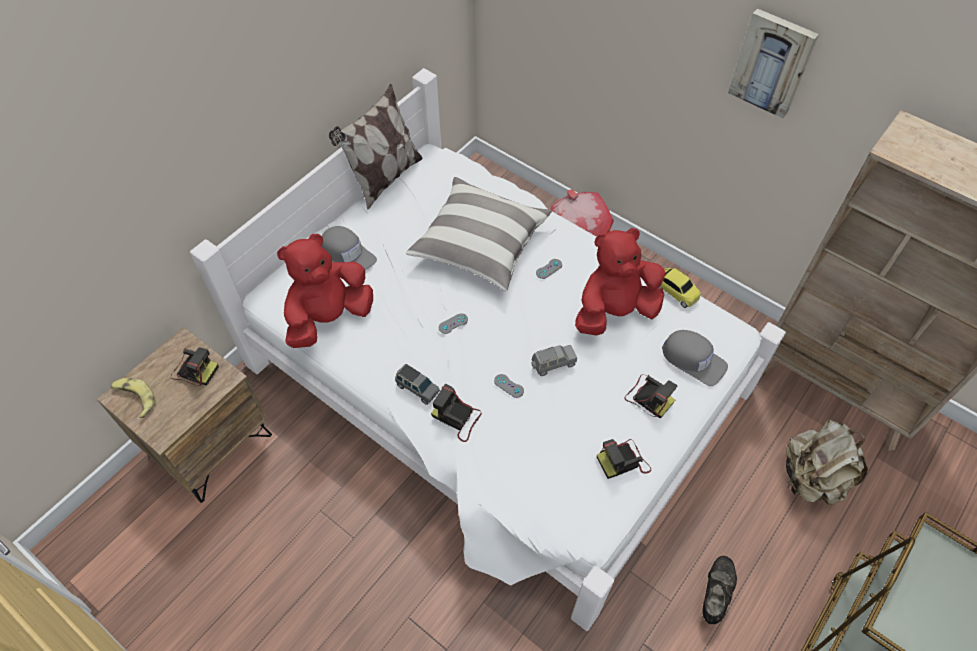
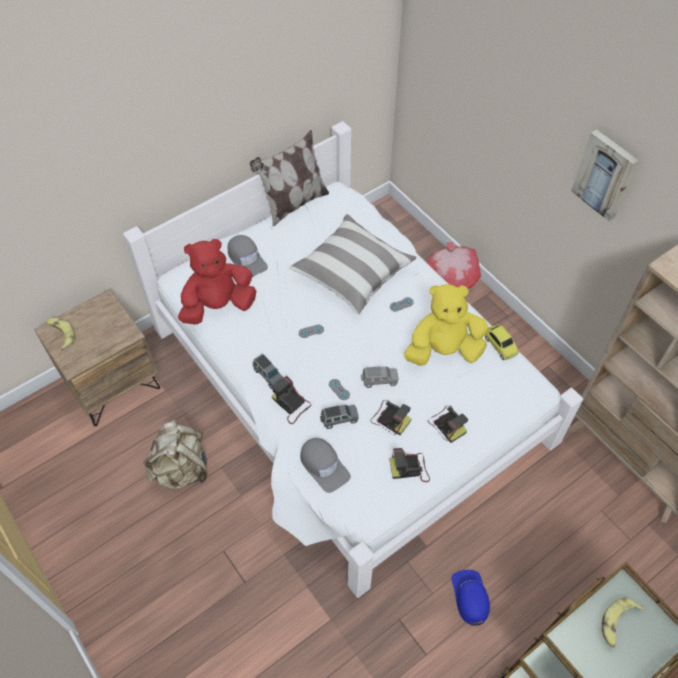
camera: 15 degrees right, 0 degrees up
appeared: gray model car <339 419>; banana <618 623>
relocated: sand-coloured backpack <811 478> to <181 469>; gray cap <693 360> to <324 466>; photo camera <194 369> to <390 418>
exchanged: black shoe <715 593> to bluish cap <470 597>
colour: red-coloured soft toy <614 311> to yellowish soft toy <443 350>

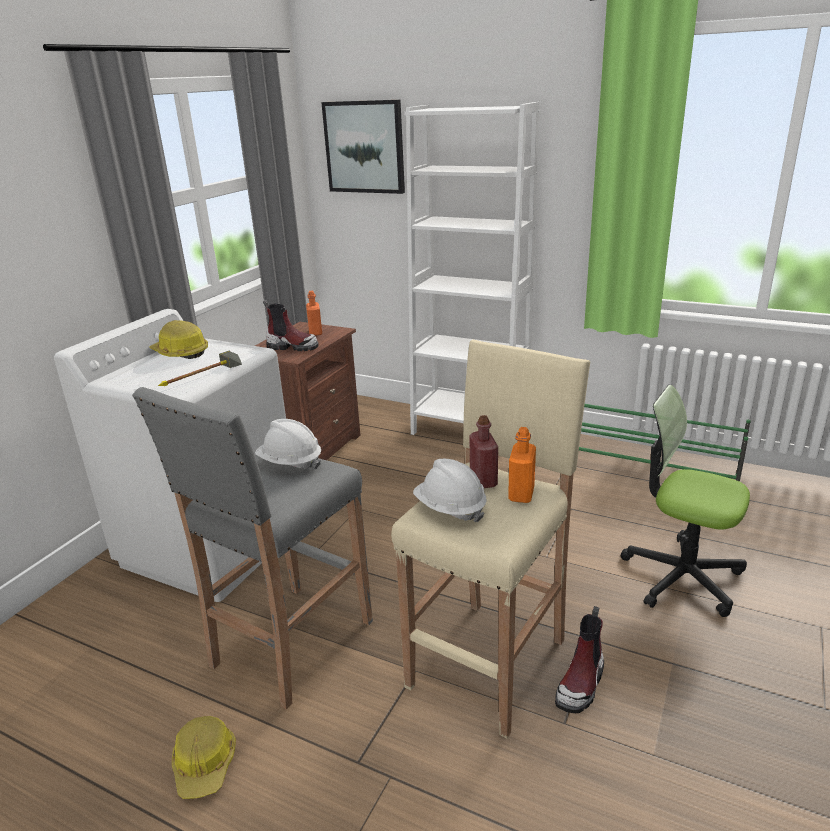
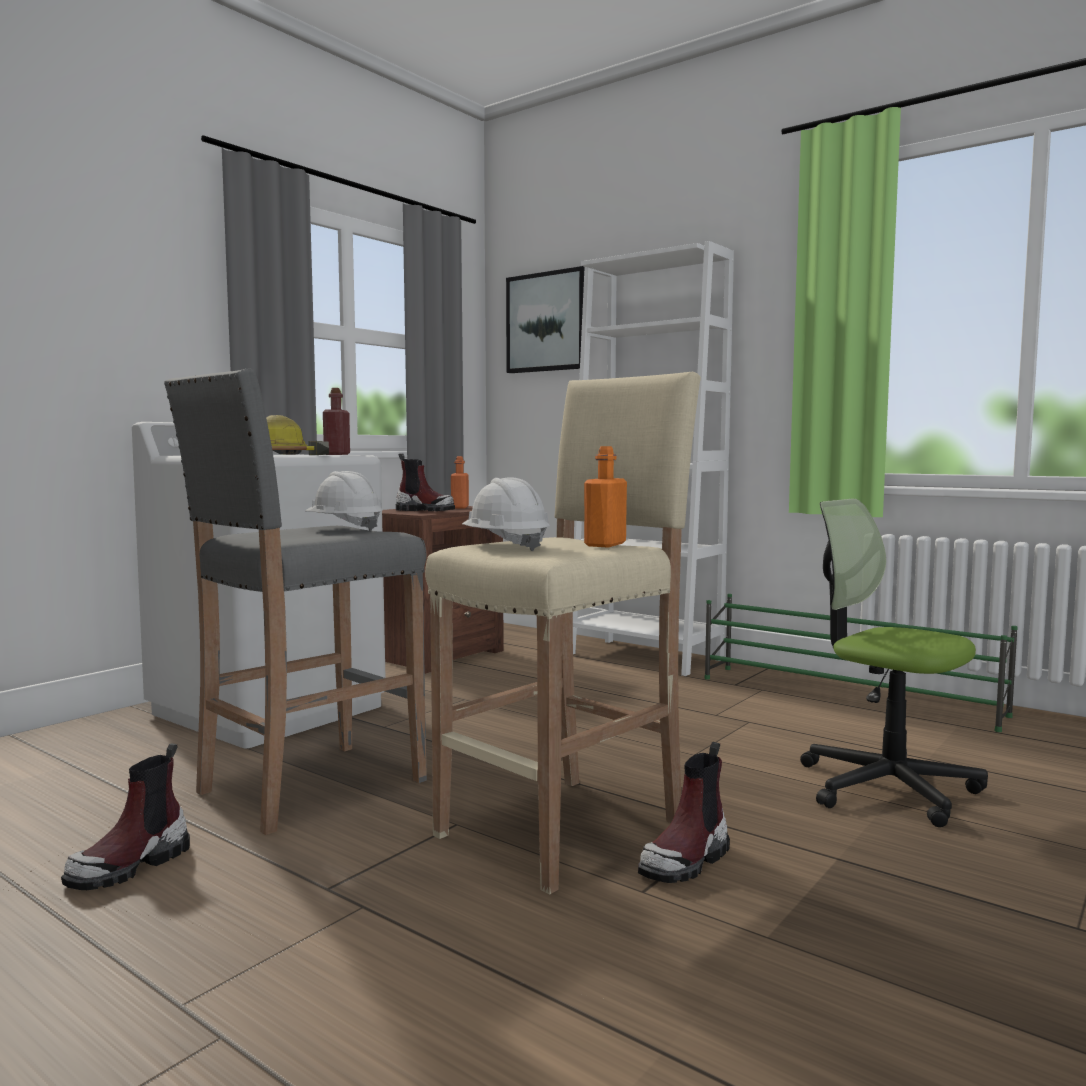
camera: 10 degrees right, 20 degrees down
relocated: red-coloured beverage bottle <483 480> to <337 454>
exchanged: safety helmet <205 764> to tall boot <131 865>

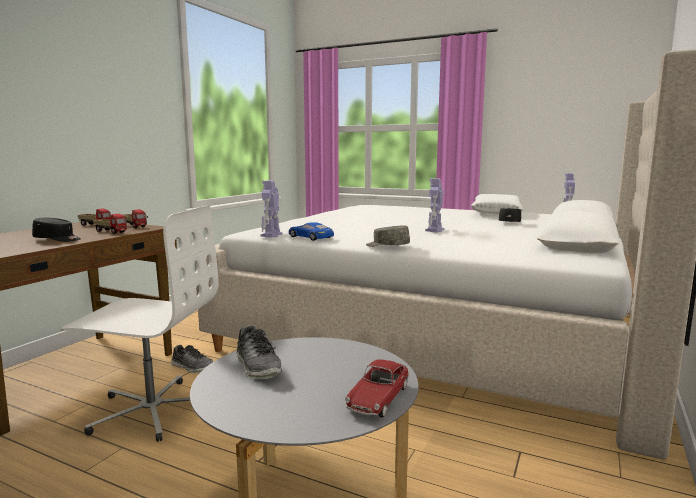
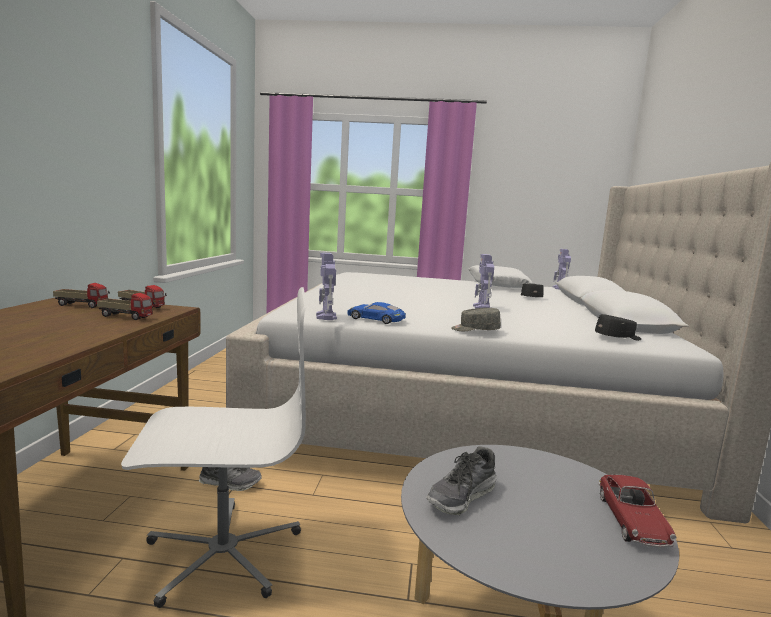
camera: 20 degrees left, 0 degrees up
relocated: black cap <57 239> to <618 338>
spun: shoe <258 367> = <462 496> 90 degrees clockwise

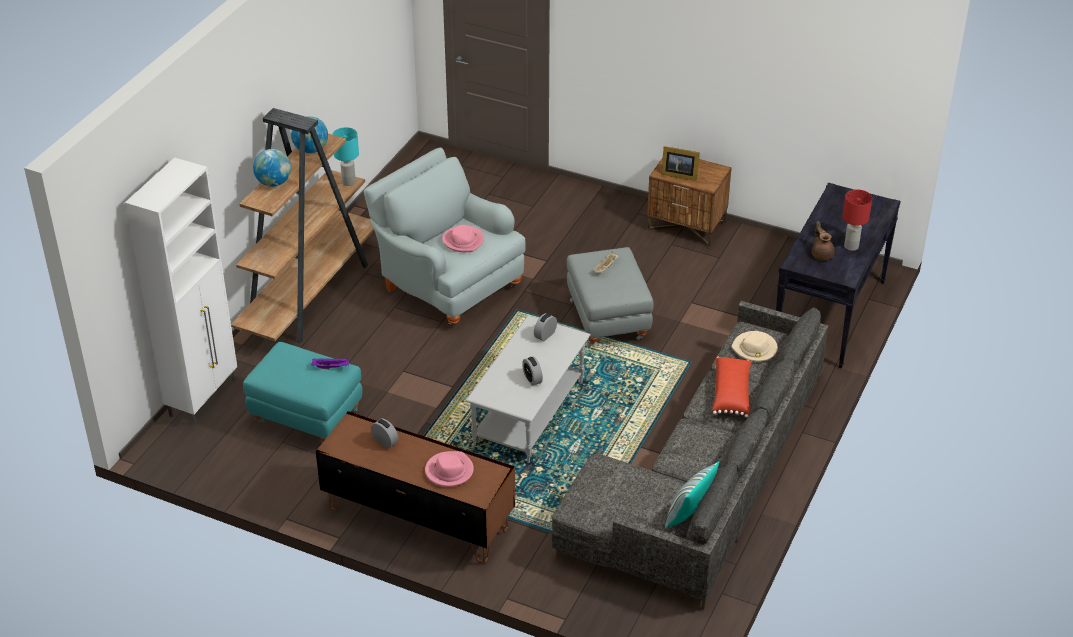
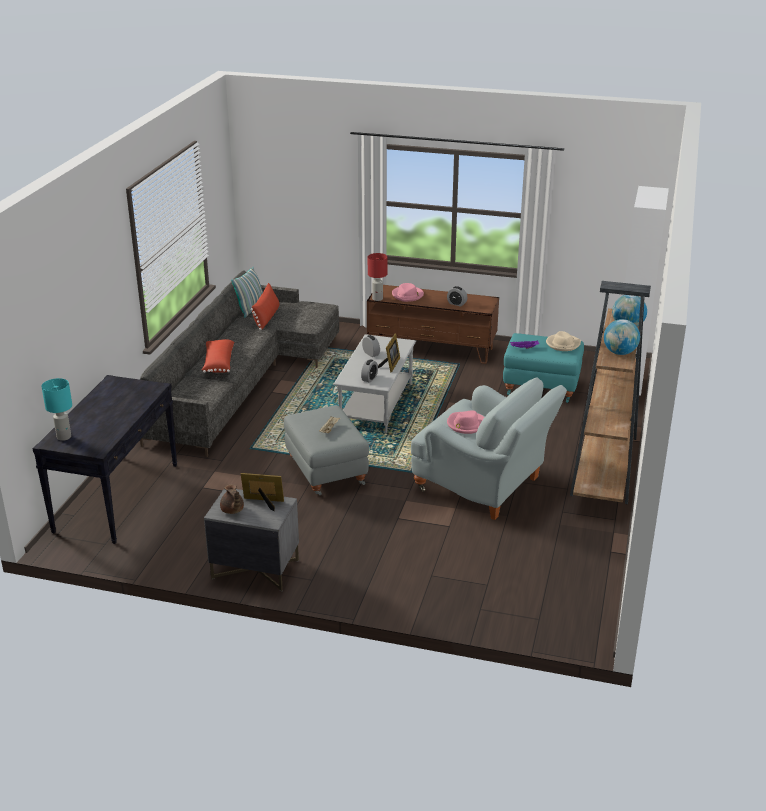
camera: 170 degrees right, 10 degrees down
appeared: red-coloured throw pillow <266 317>; picture frame <390 365>
relocated: turquoise-coloured table lamp <348 182> to <64 437>; brown-coloured pot for tea <822 254> to <232 510>; red-coloured table lamp <851 246> to <377 299>; sand-coloured clothing hat <754 349> to <563 344>
colour: brown-coloured bedside table <687 227> to gray bedside table <254 569>

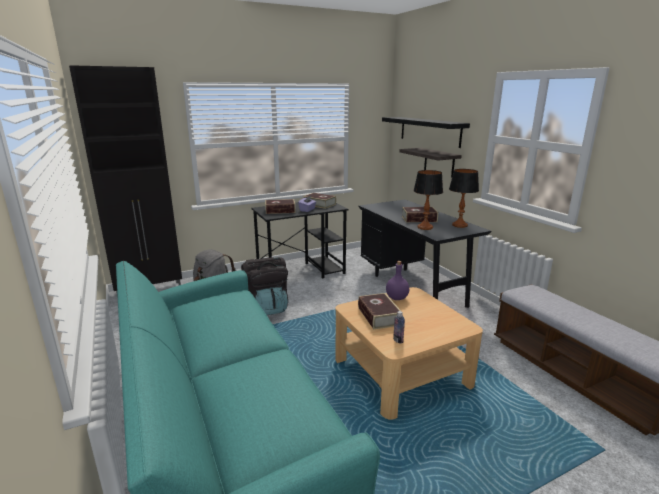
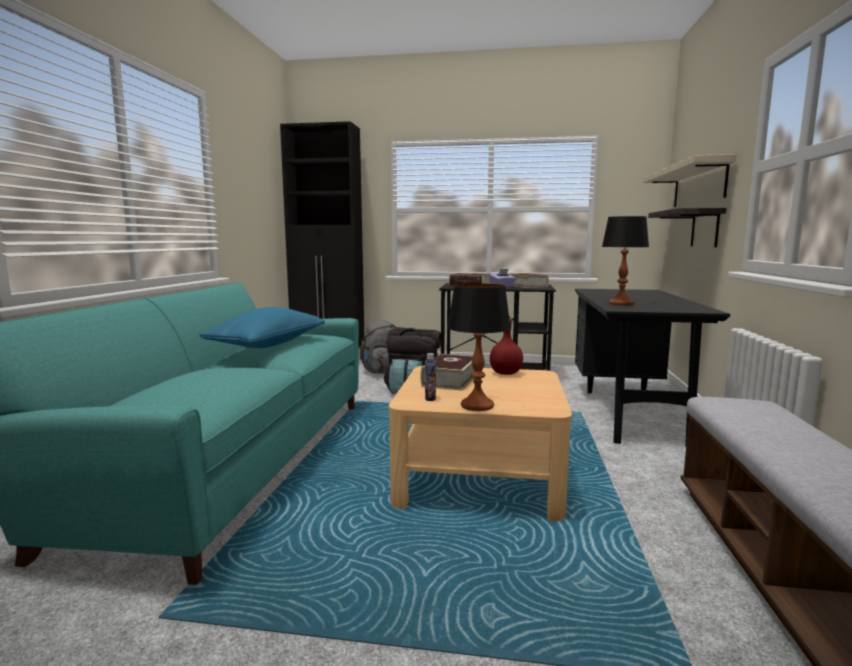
camera: 35 degrees right, 10 degrees down
missing: bound book <419 219>
appeared: bluish throw pillow <267 345>
relocated: table lamp <459 225> to <476 405>
colour: purplish beverage bottle <397 298> to red-coloured beverage bottle <505 373>; black bracket shelf <429 131> to sand-coloured bracket shelf <698 185>

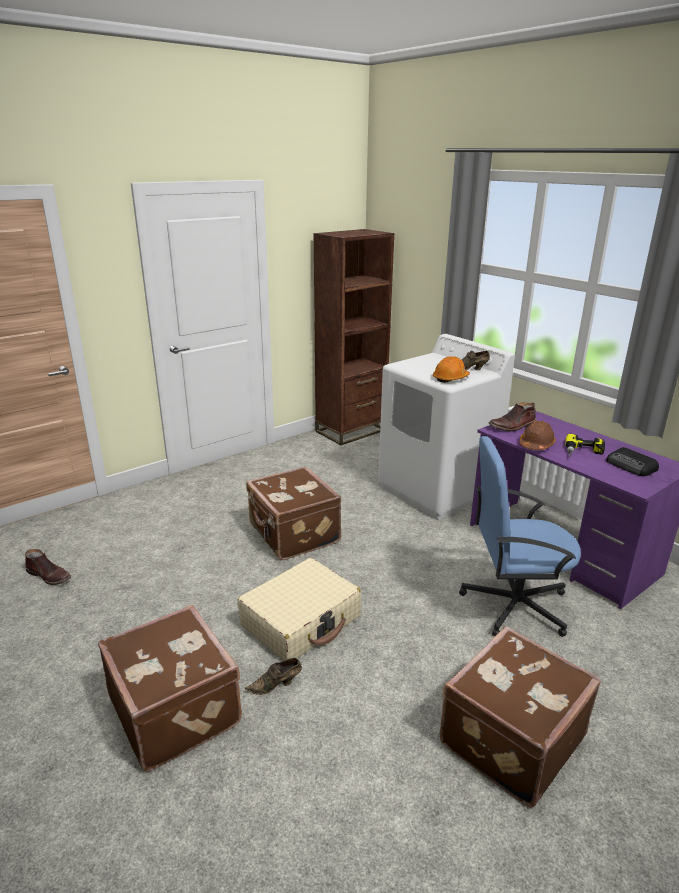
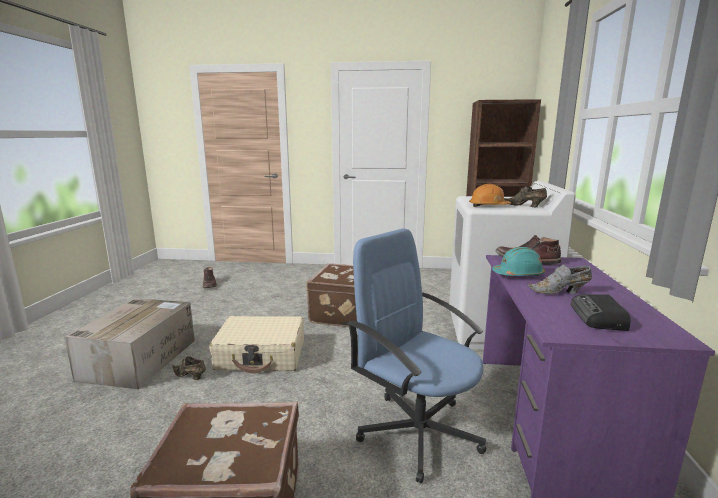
camera: 45 degrees right, 10 degrees down
exchanged: brown-coloured suitcase <177 709> to packing box <140 358>; electric drill <583 452> to gray shoe <560 292>
colour: brown-coloured safety helmet <536 445> to turquoise-coloured safety helmet <518 275>

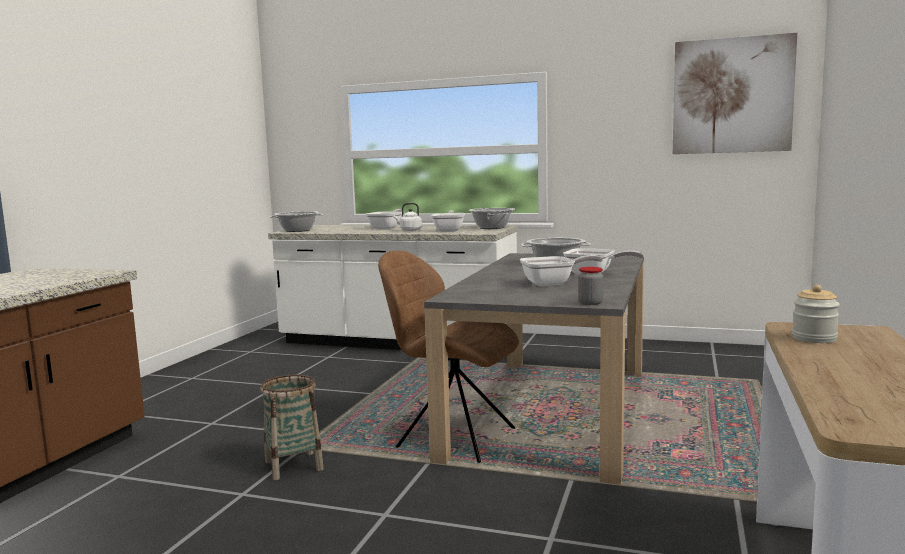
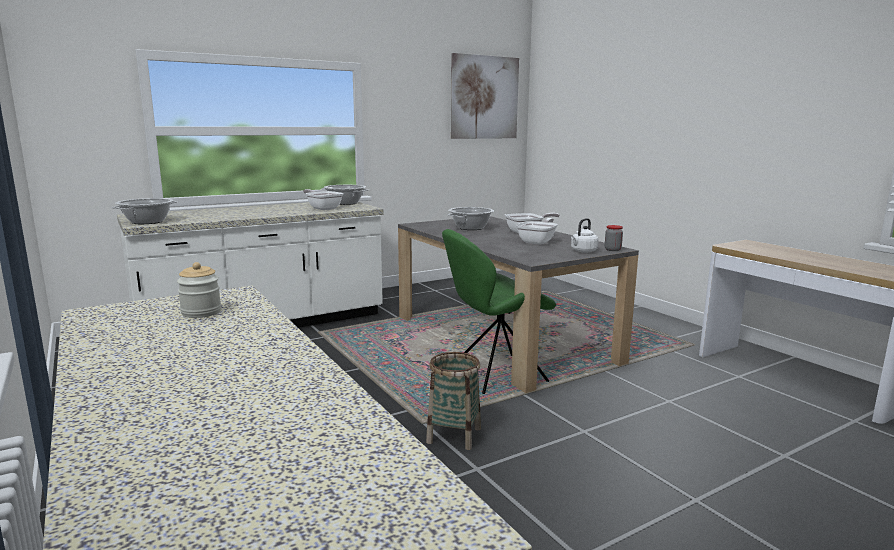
camera: 50 degrees left, 5 degrees up
missing: pan <387 228>
relocated: storage jar <814 338> to <201 312>; whitish tea kettle <409 230> to <583 251>
colour: brown-coloured upright chair <452 437> to green upright chair <495 374>

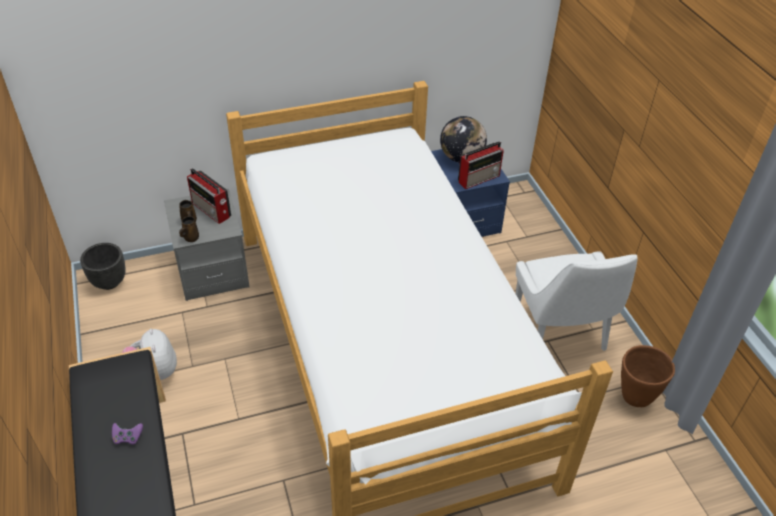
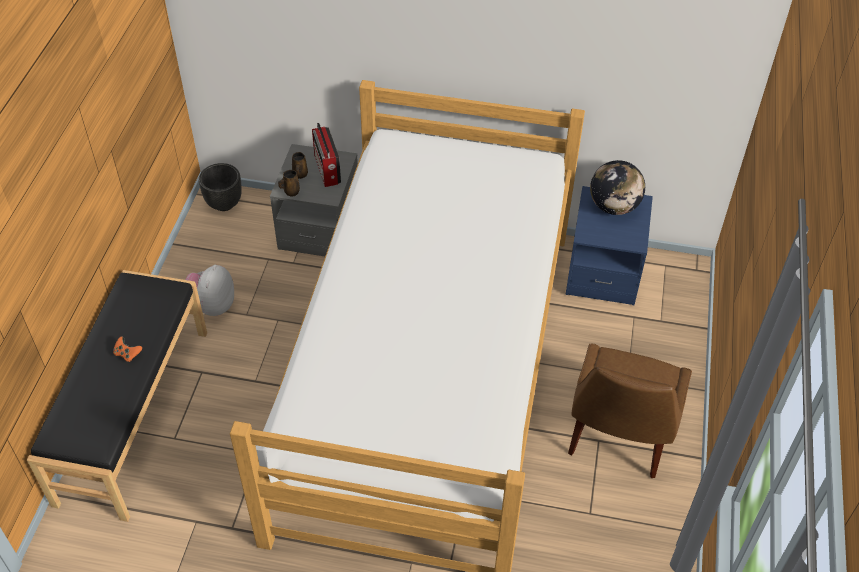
camera: 30 degrees right, 5 degrees up
missing: radio receiver <479 178>; brown-coloured planter <635 396>
colour: purplish game controller <128 438> to orange-coloured game controller <127 354>; whitish upright chair <560 333> to brown-coloured upright chair <618 438>

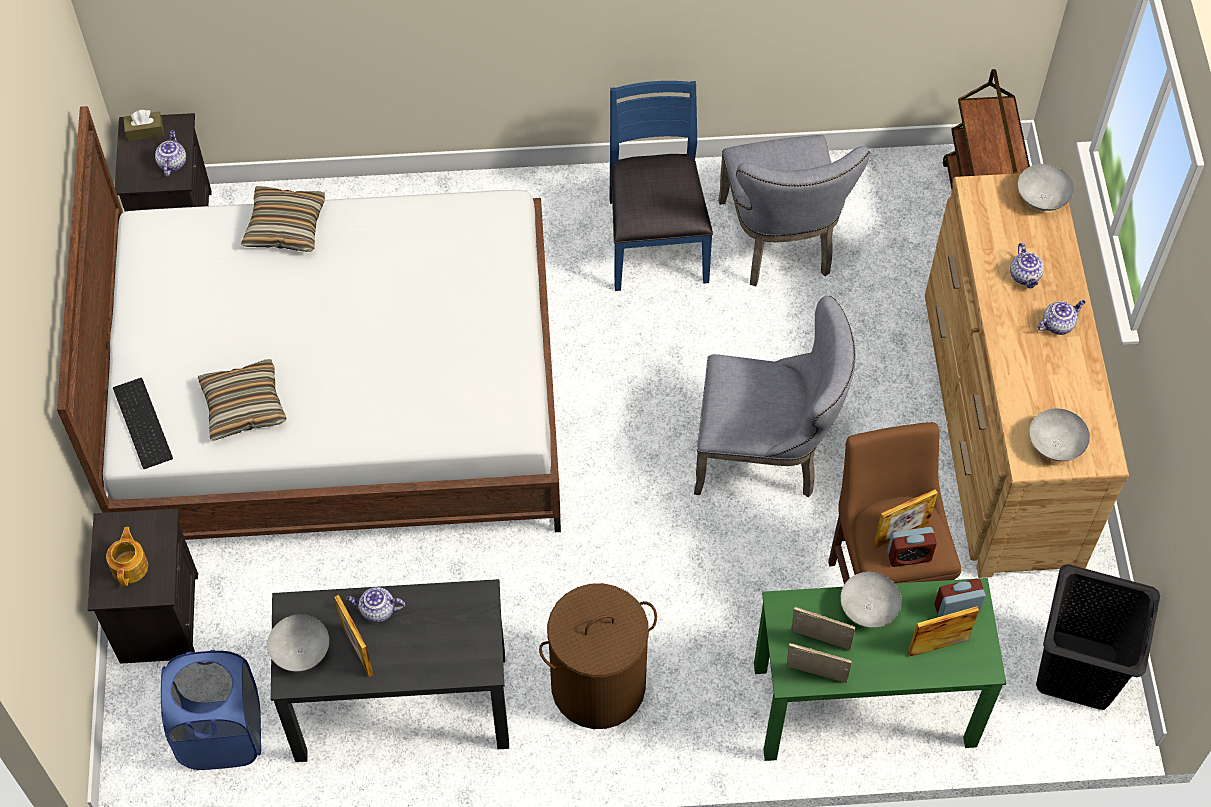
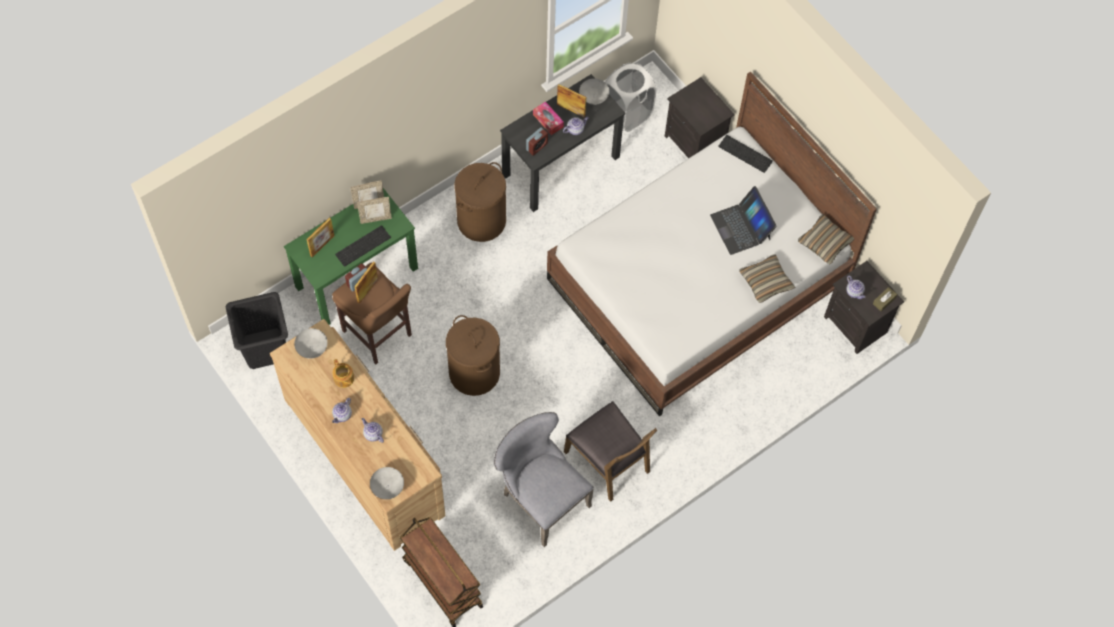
camera: 145 degrees right, 5 degrees up
appeared: tissue box <548 121>; laptop <741 227>
relocated: pot for tea <130 566> to <344 379>; alarm clock <956 609> to <536 147>; throw pillow <244 406> to <824 242>
exchanged: gray bowl <867 609> to keyboard <363 245>; gray upright chair <766 454> to brown-coloured laundry basket <474 372>
colour: bluish upright chair <655 240> to brown-coloured upright chair <608 461>; bluish laundry basket <222 734> to whitish laundry basket <627 114>

